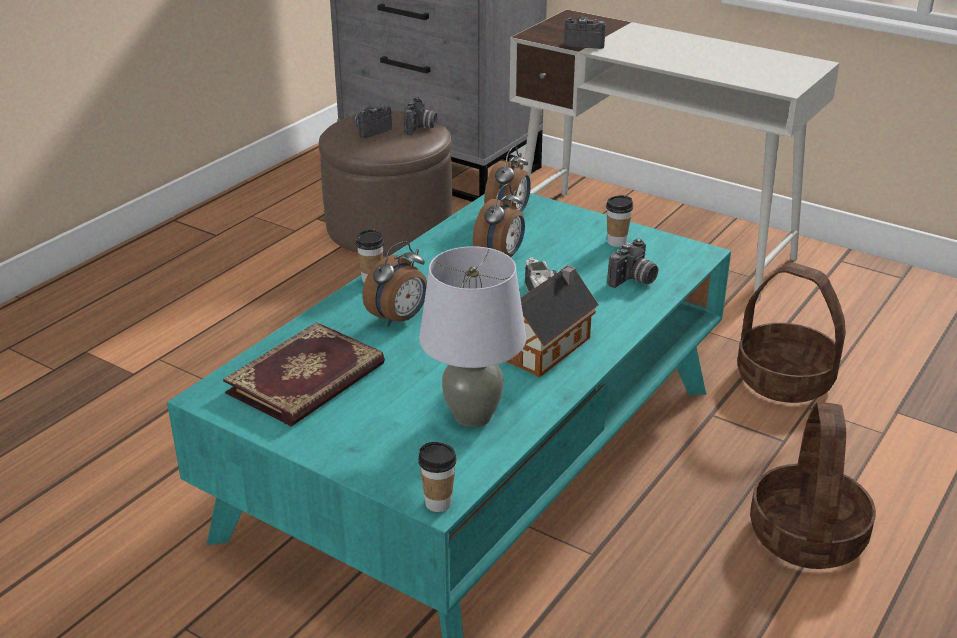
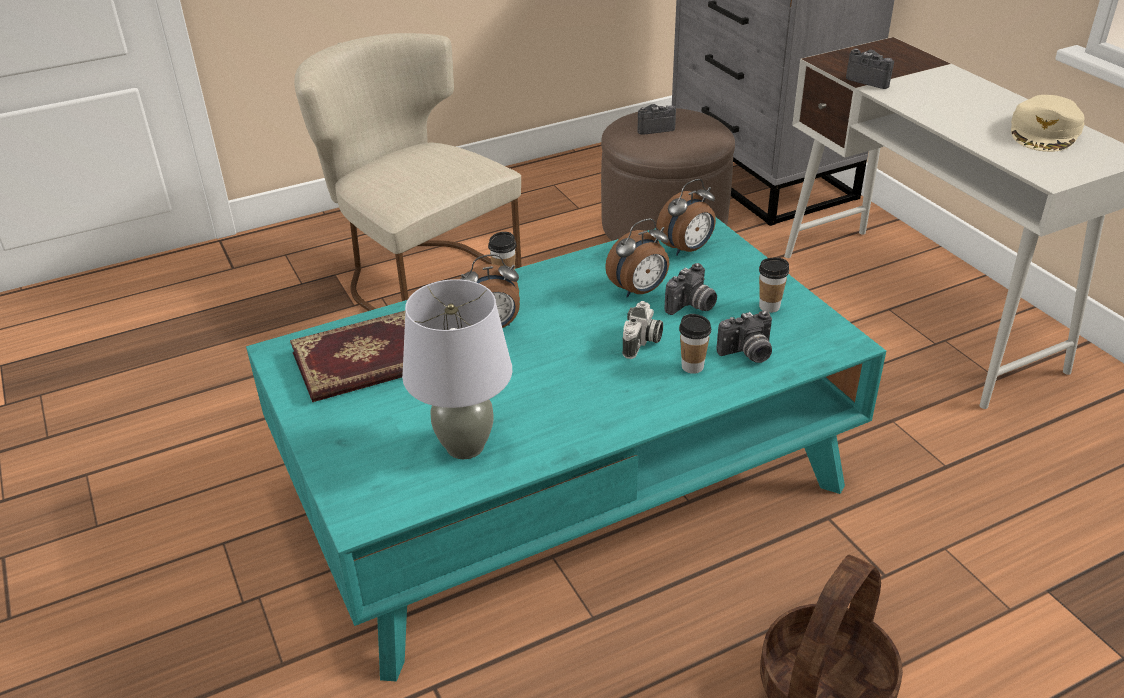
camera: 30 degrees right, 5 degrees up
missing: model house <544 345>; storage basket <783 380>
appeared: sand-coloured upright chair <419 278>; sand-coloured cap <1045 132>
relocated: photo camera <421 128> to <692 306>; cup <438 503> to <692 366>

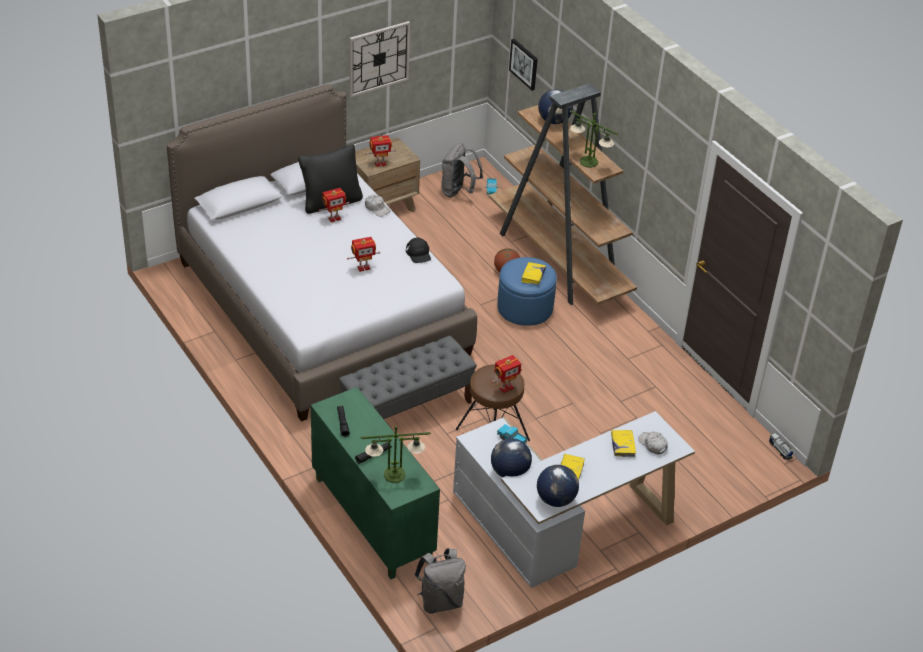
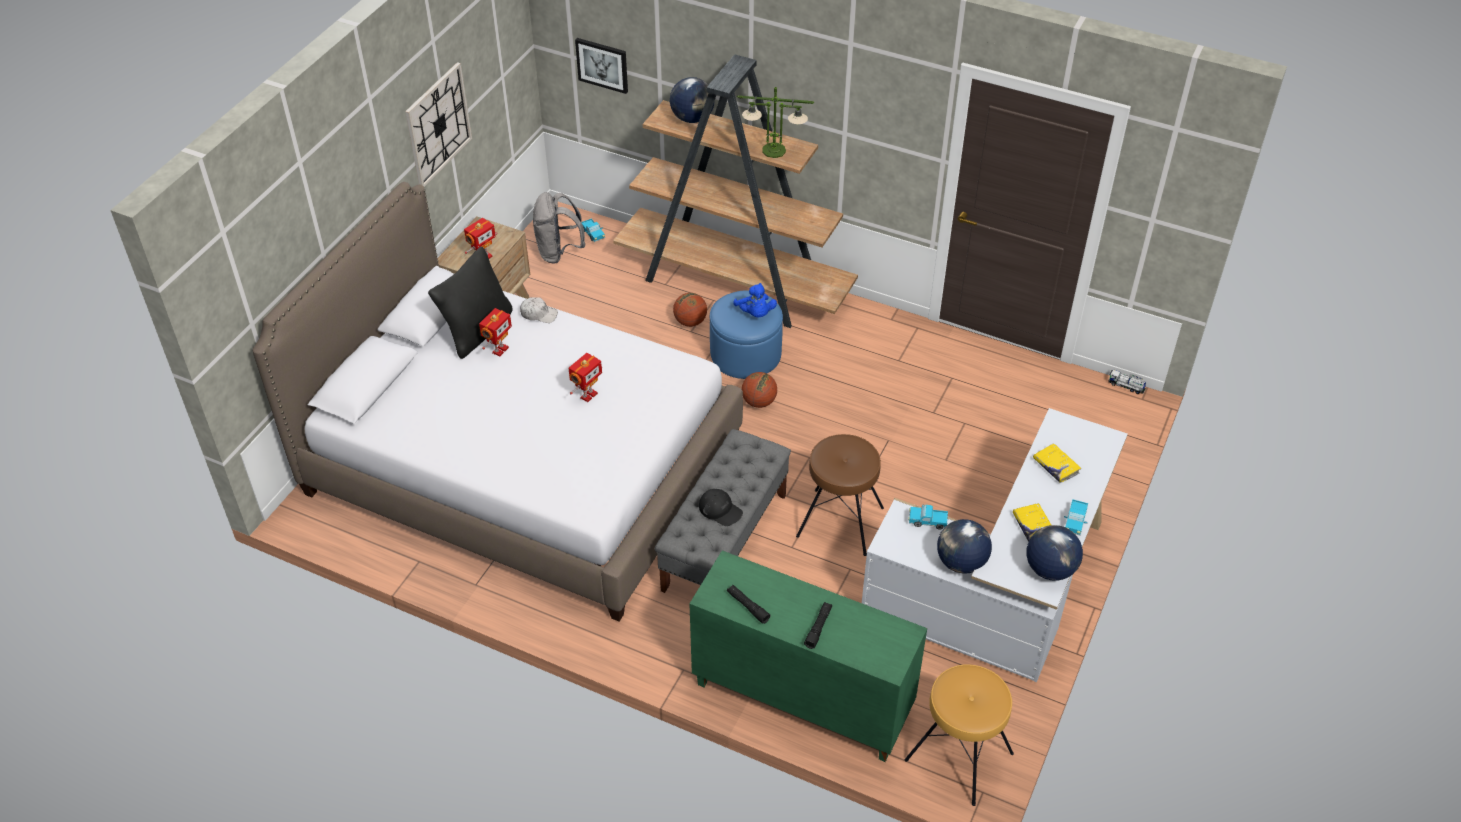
camera: 30 degrees left, 5 degrees up
missing: table lamp <394 475>; robot figure <506 388>; whitish cap <652 444>
appeared: basketball ball <759 402>; toy truck <1074 522>
relocated: black cap <418 253> to <720 510>
exchanged: yellowish bound book <533 276> to bluish soft toy <755 313>; gray backpack <440 601> to brown-coloured stool <959 756>

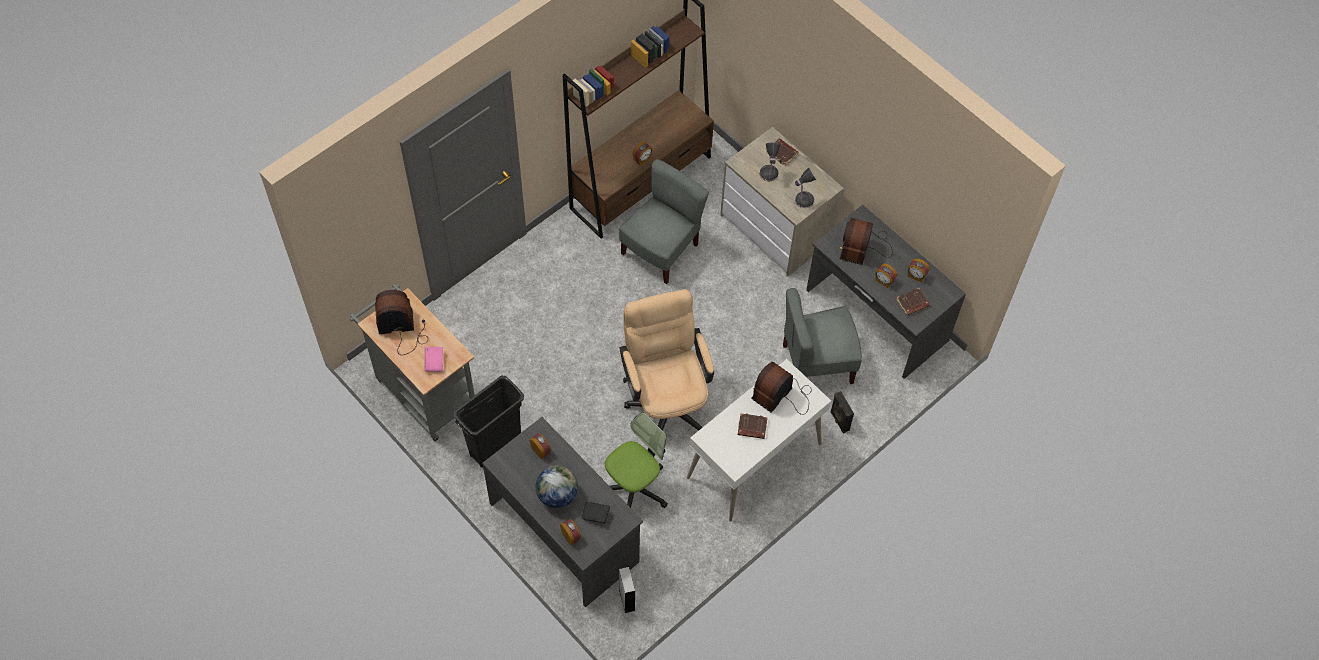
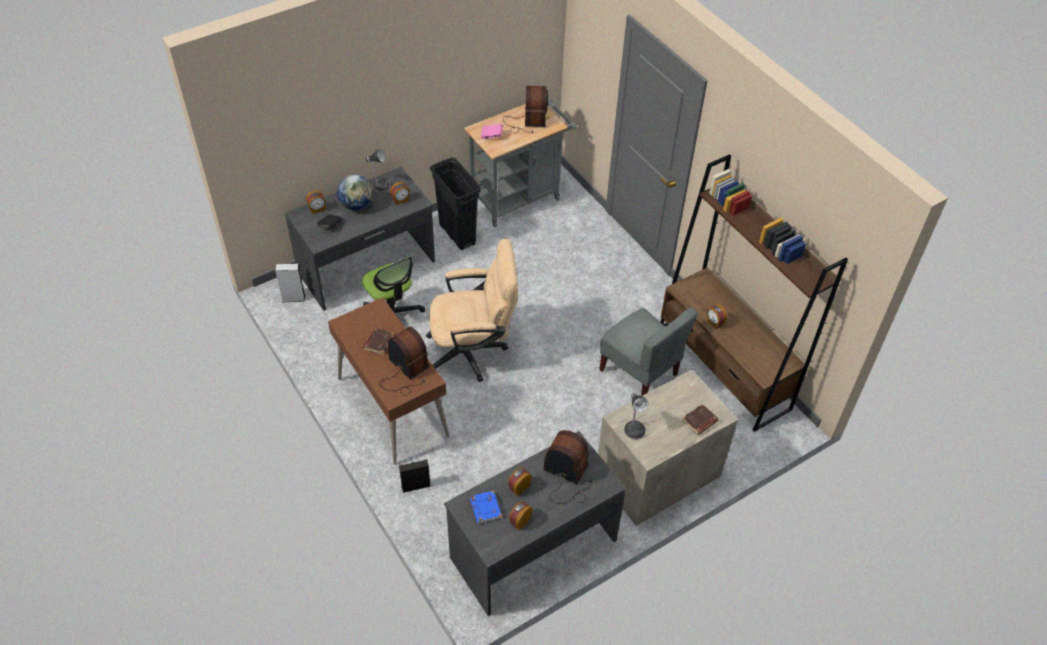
camera: 100 degrees right, 10 degrees down
missing: gray upright chair <816 363>
relocated: table lamp <768 174> to <380 185>
colour: whitish desk table <754 461> to brown-coloured desk table <392 407>; brown-coloured bound book <912 303> to bluish bound book <485 508>

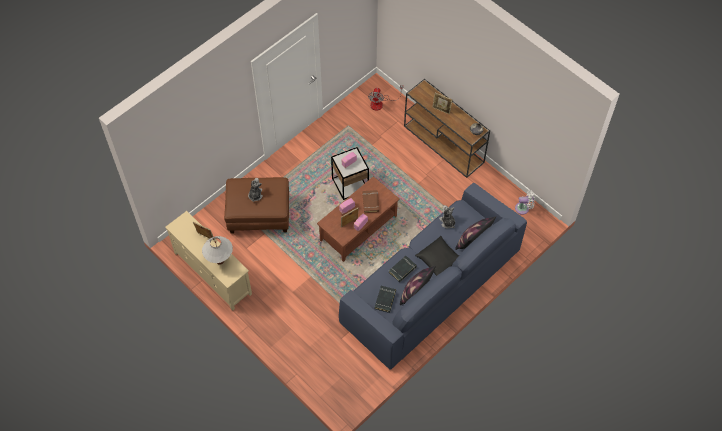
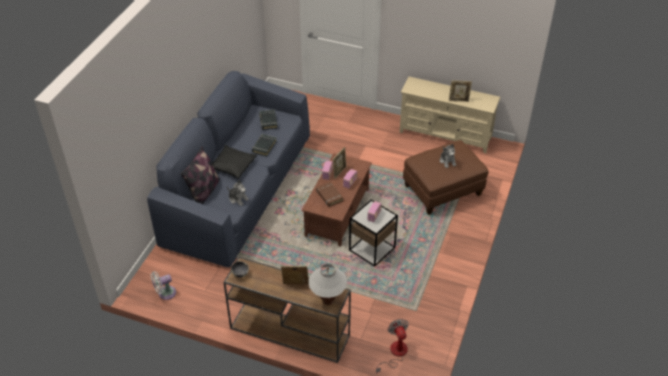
camera: 155 degrees right, 15 degrees down
missing: throw pillow <415 292>
relocated: whitish table lamp <220 261> to <328 301>

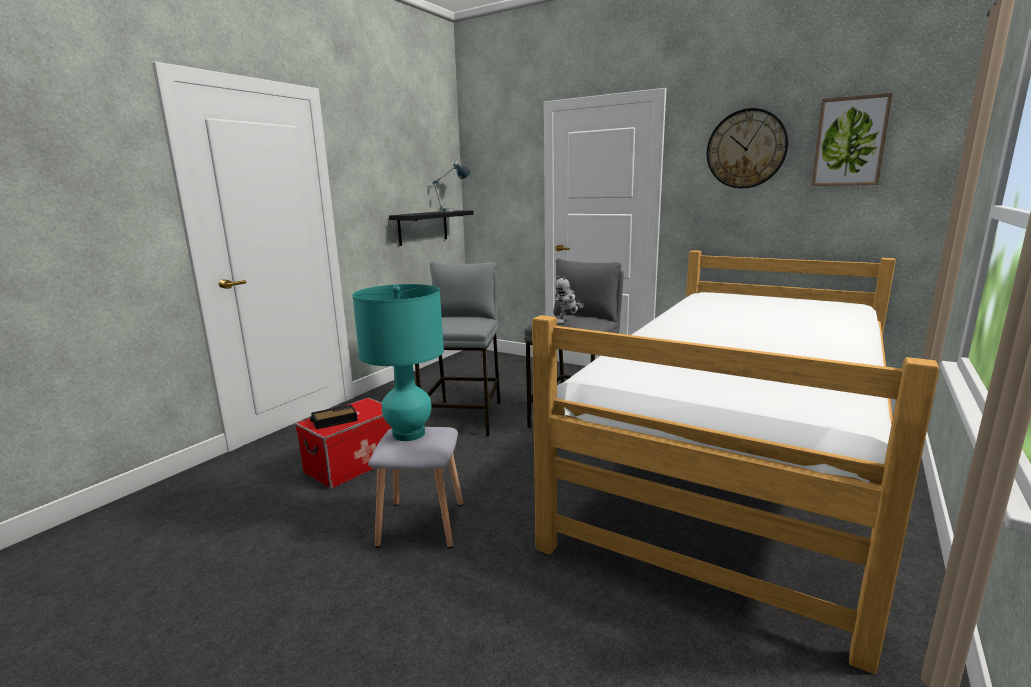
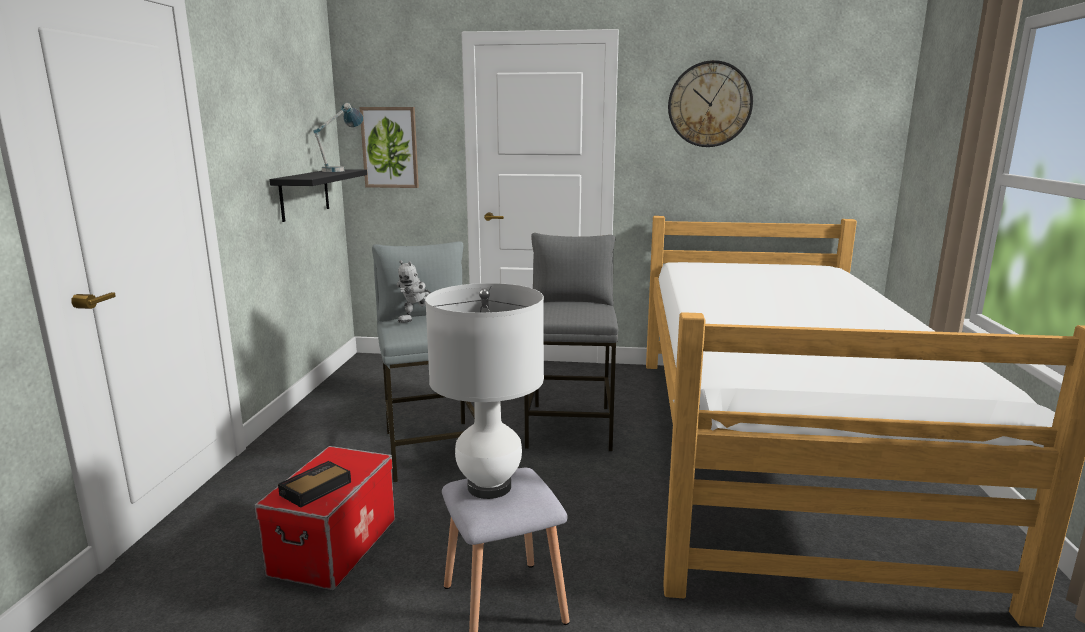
camera: 25 degrees left, 0 degrees up
relocated: wall art <850 141> to <390 147>; robot figure <567 324> to <416 320>
colour: turquoise-coloured table lamp <409 433> to whitish table lamp <489 487>

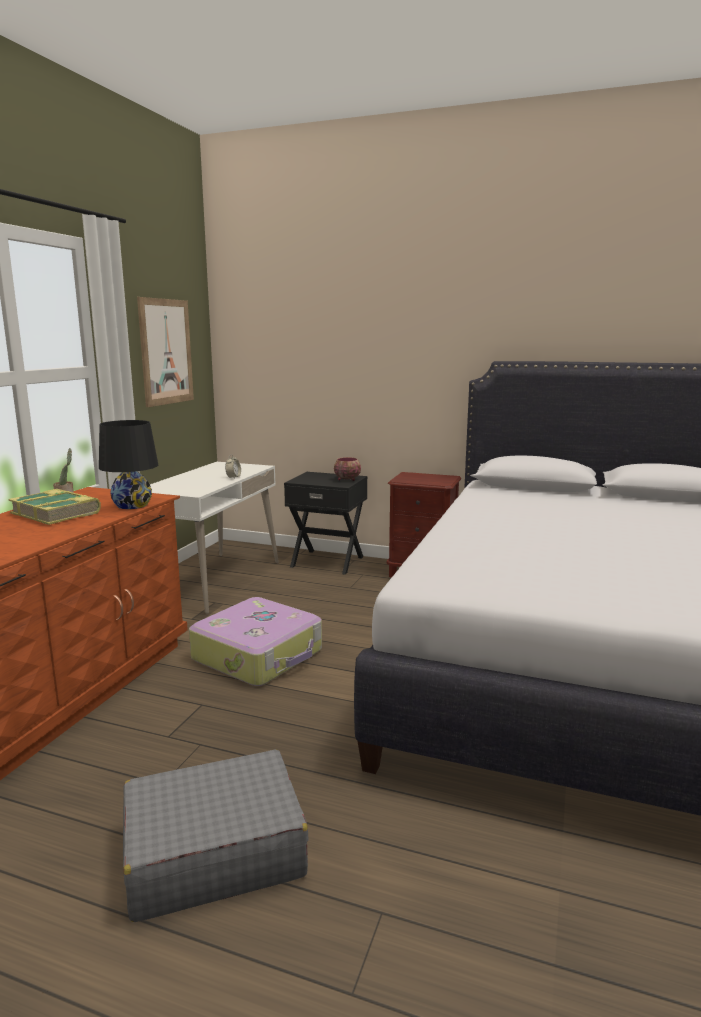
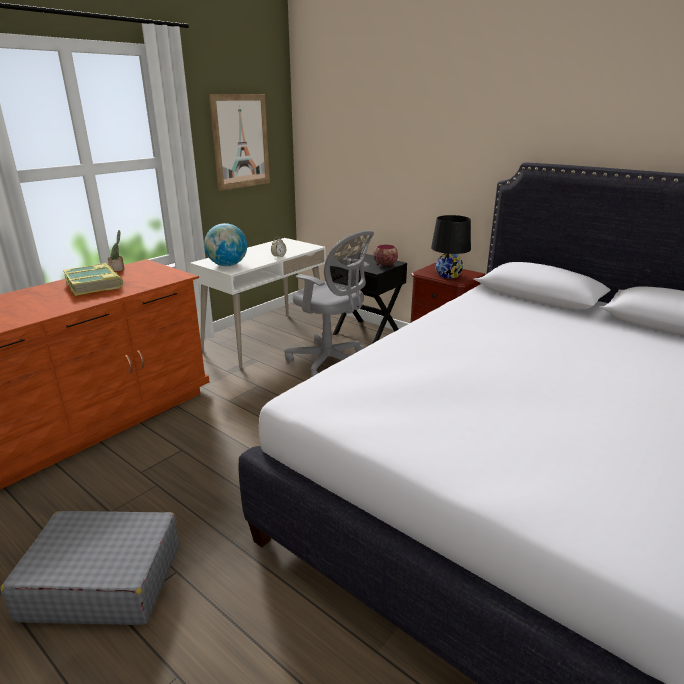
camera: 20 degrees right, 10 degrees up
missing: suitcase <259 655>
appeared: world globe <227 265>; gray computer chair <330 362>
relocated: black table lamp <132 505> to <448 275>

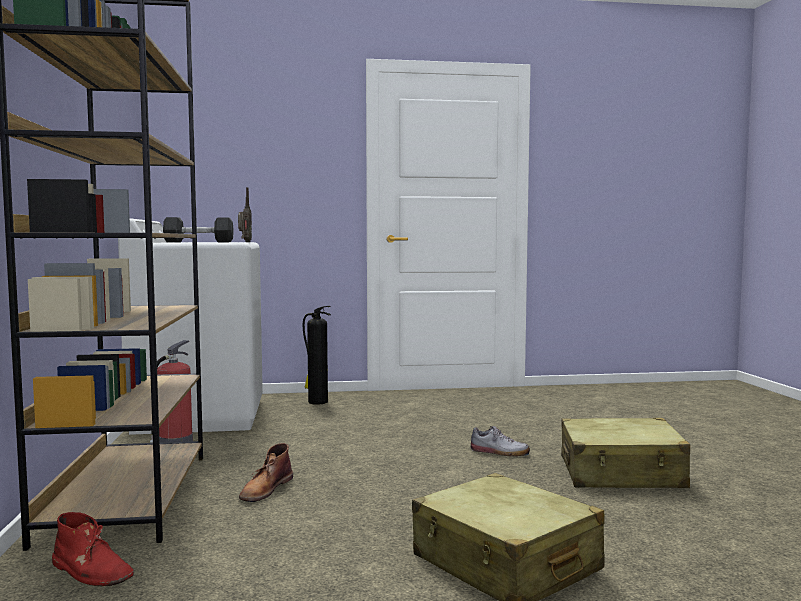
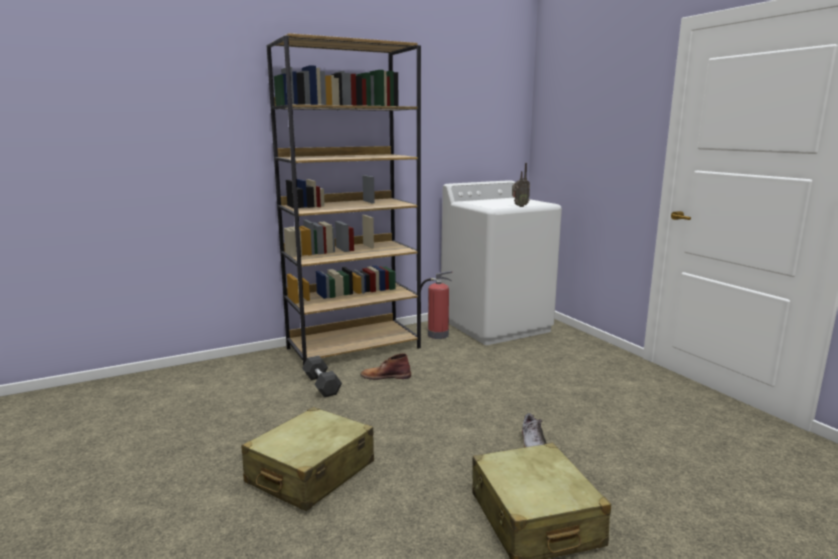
camera: 70 degrees right, 10 degrees up
missing: red-coloured tall boot <92 571>; fire extinguisher <317 402>
relocated: gray hand weight <199 242> to <322 385>

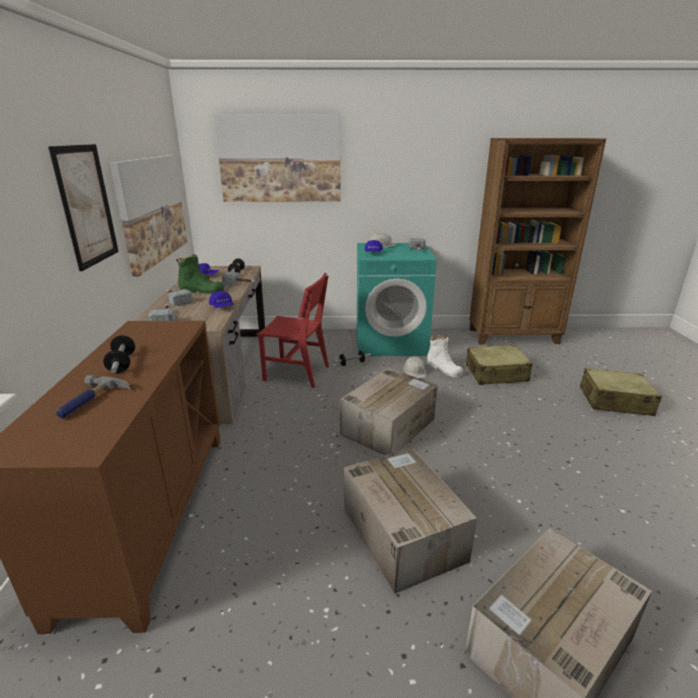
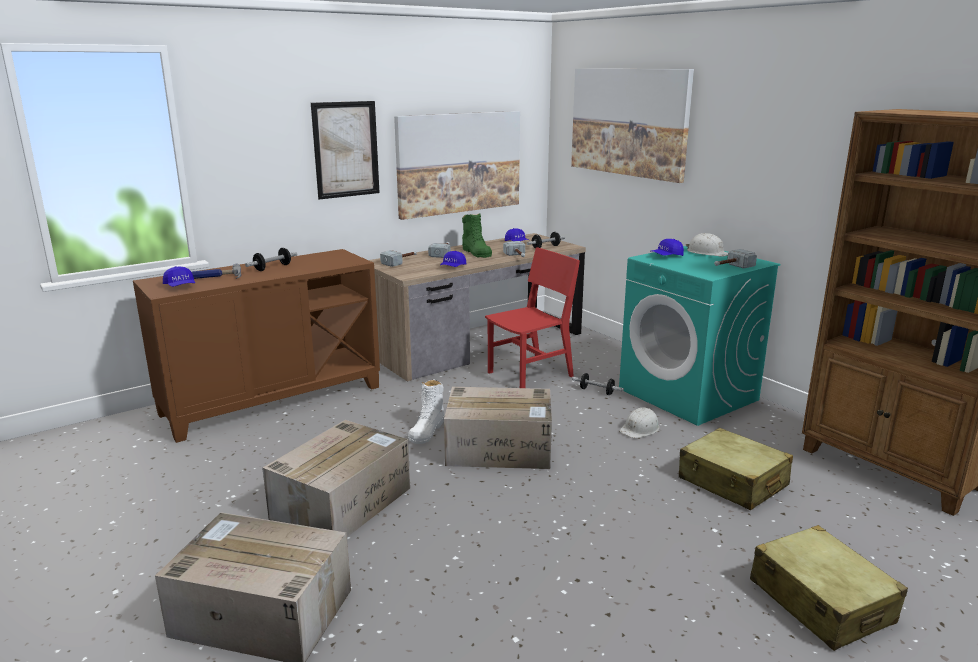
camera: 55 degrees right, 5 degrees down
appeared: bluish cap <180 286>
relocated: whitish tall boot <444 369> to <427 430>
spun: red-coloured upright chair <296 373> = <530 374> 105 degrees counterclockwise

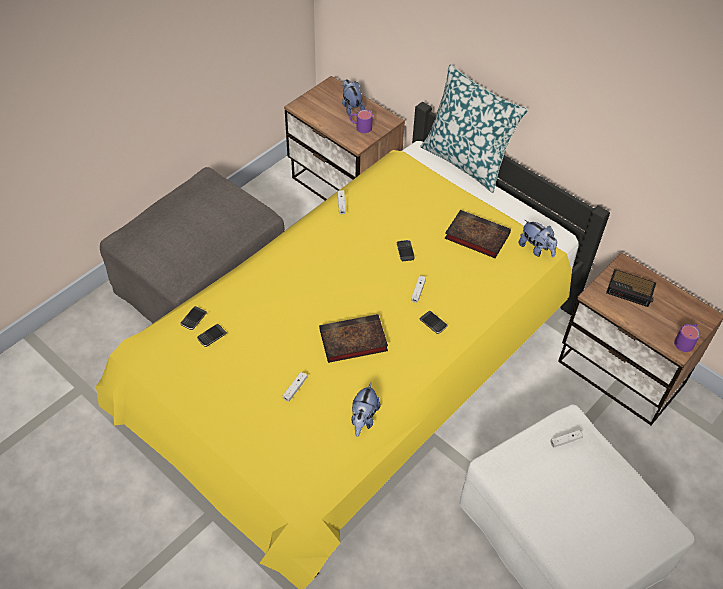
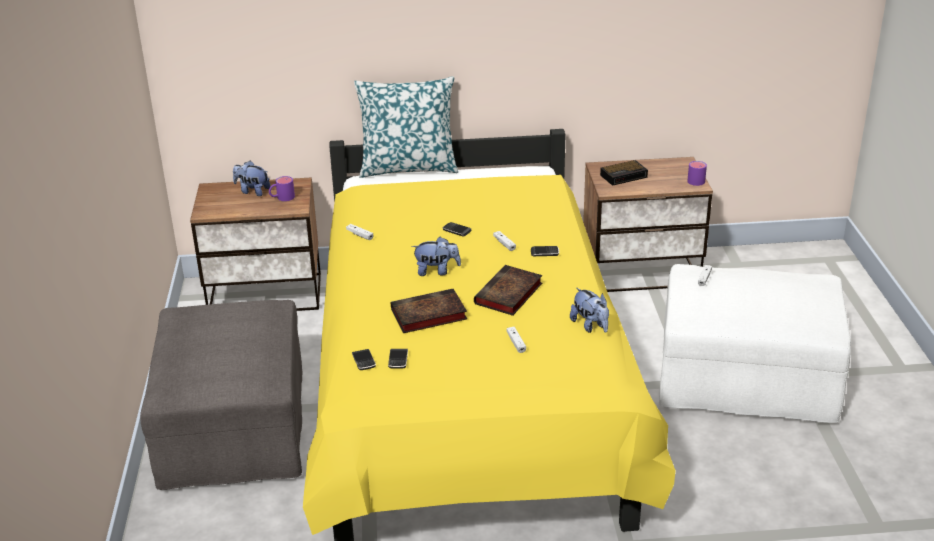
camera: 45 degrees left, 20 degrees down
relocated: bound book <475 236> to <427 315>; soft toy <536 249> to <436 271>

